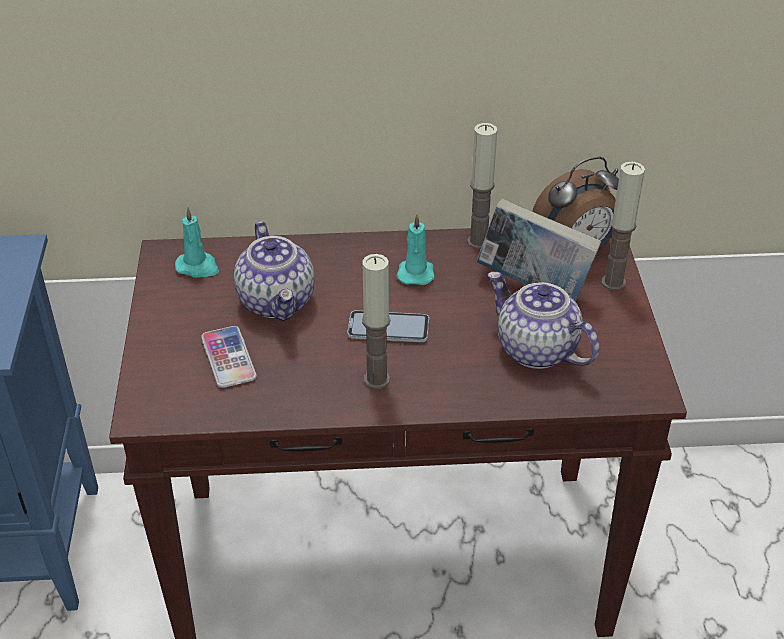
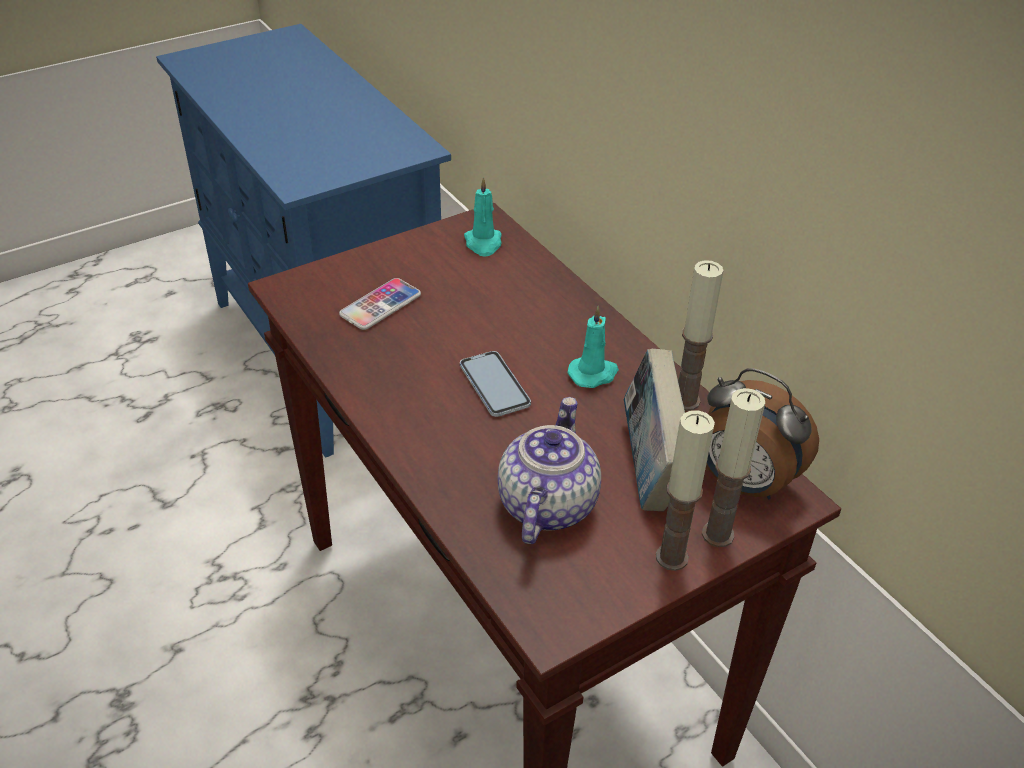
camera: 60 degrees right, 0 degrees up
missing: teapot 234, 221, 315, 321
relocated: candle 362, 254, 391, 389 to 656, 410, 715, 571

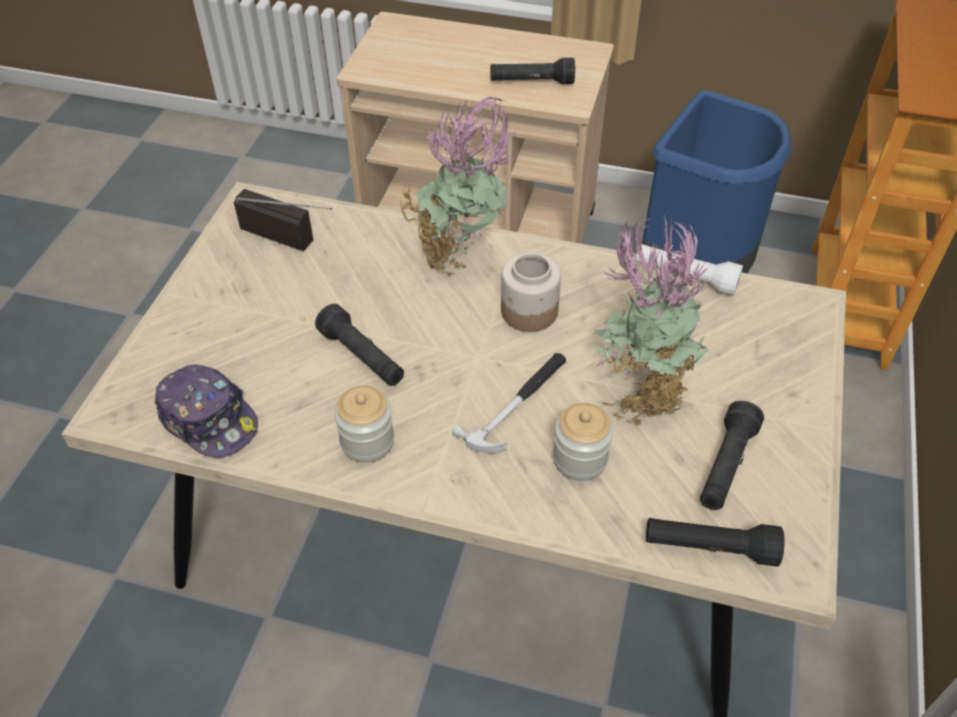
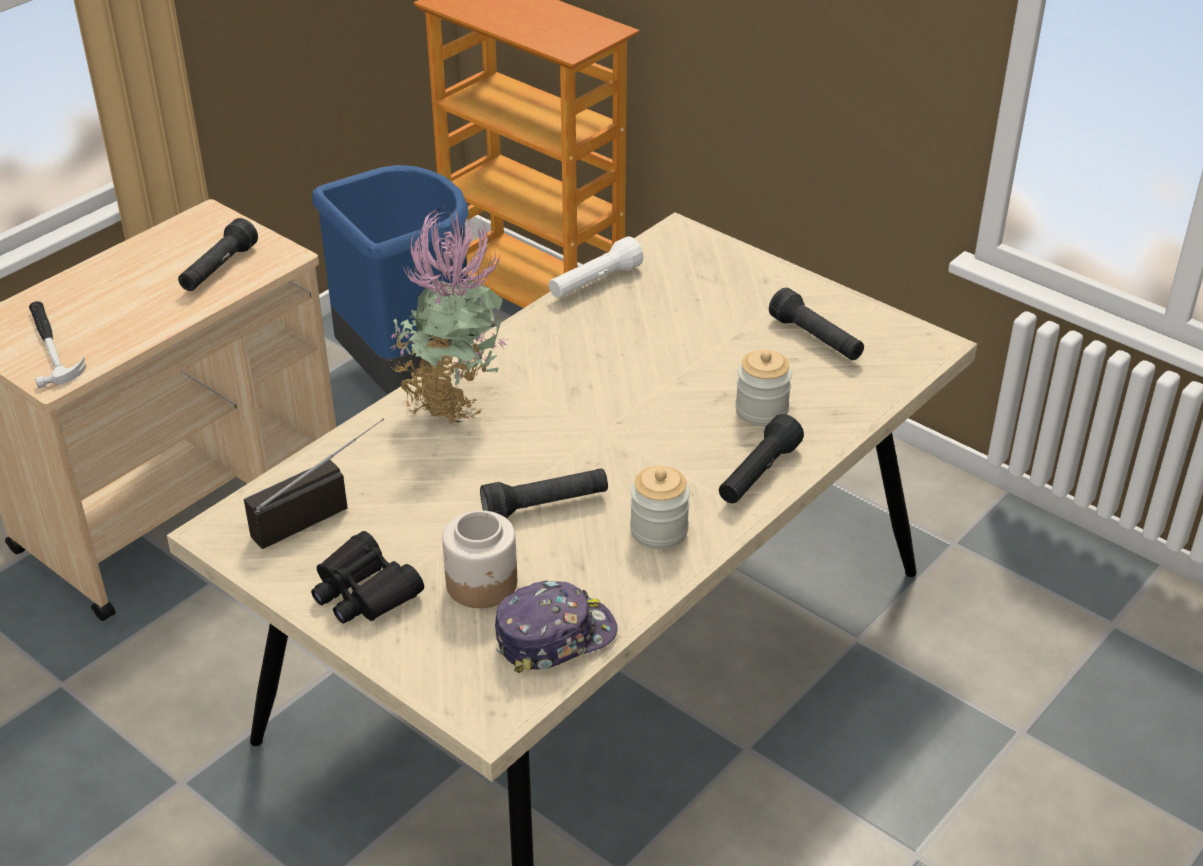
camera: 65 degrees left, 10 degrees down
missing: potted plant 594, 213, 710, 425
appeared: binoculars (black) 311, 531, 424, 624
relocated: hammer 452, 353, 566, 453 to 29, 301, 86, 388; jar 501, 253, 561, 332 to 442, 510, 517, 608; flashlight (black) 646, 518, 784, 567 to 719, 414, 804, 504

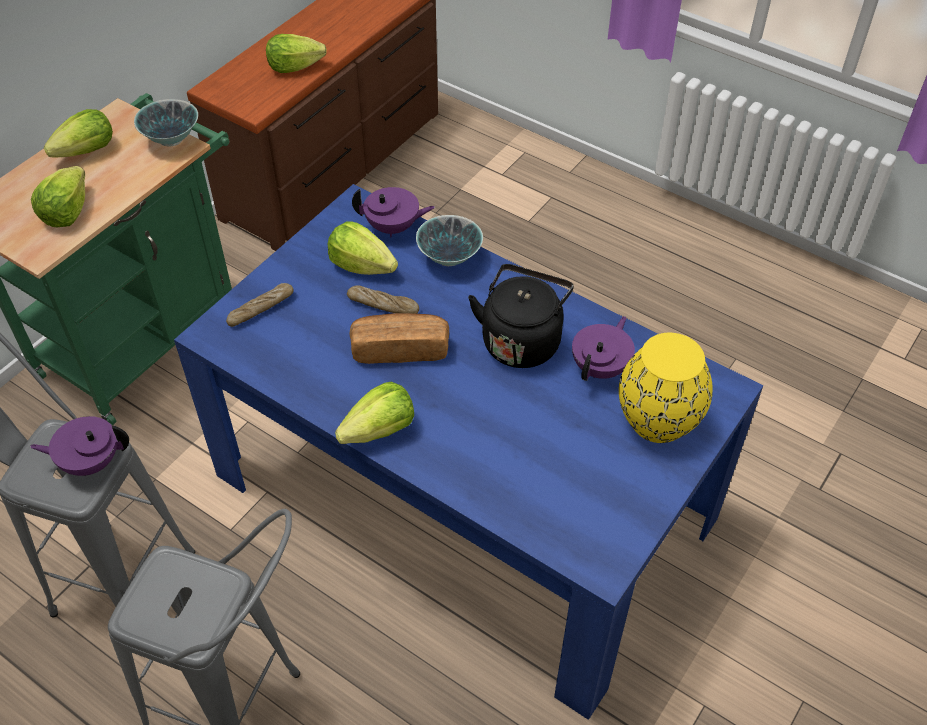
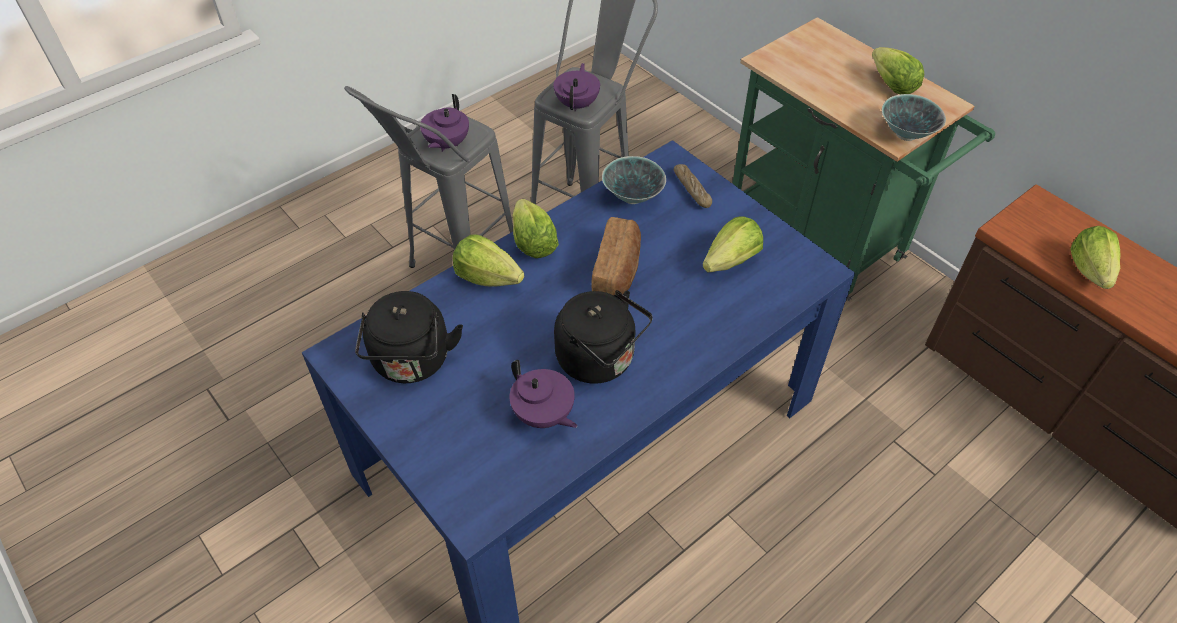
camera: 105 degrees right, 0 degrees up
missing: bread 347, 285, 419, 314; vase (yellow) 619, 333, 713, 443
appeared: kettle (black) 355, 291, 463, 383
relocated: lettuce 31, 166, 85, 227 to 453, 234, 524, 287; teapot (purple) 352, 187, 435, 238 to 420, 94, 469, 152; bowl 416, 215, 483, 266 to 602, 156, 666, 204

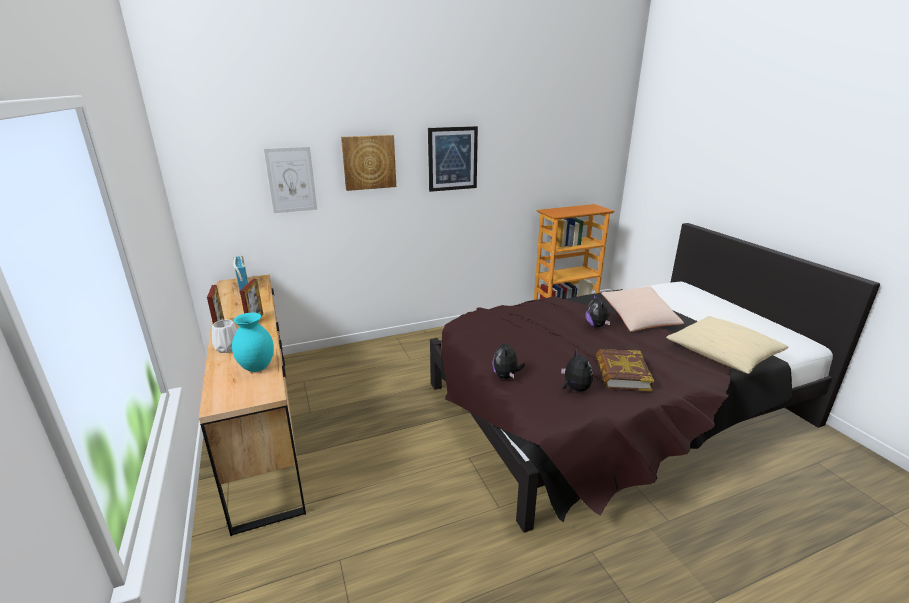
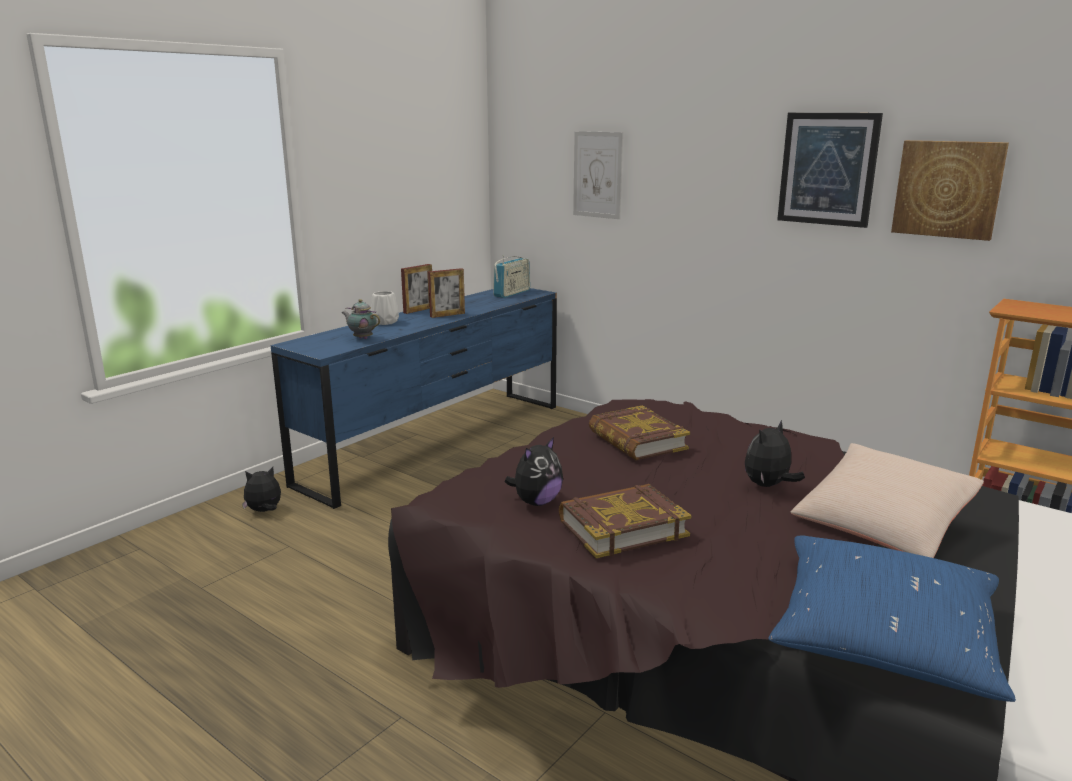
camera: 60 degrees right, 5 degrees down
appeared: book 589, 406, 690, 460
relocated: picture 341, 135, 396, 191 to 891, 140, 1009, 241; plush toy 492, 338, 525, 379 to 242, 467, 281, 512
exchanged: vase (turquoise) 232, 313, 274, 372 to teapot 341, 299, 380, 339
colour: dresser (brown) 199, 275, 306, 536 to dresser (blue) 271, 288, 557, 509; pillow (beige) 666, 316, 789, 374 to pillow (blue) 768, 536, 1016, 702

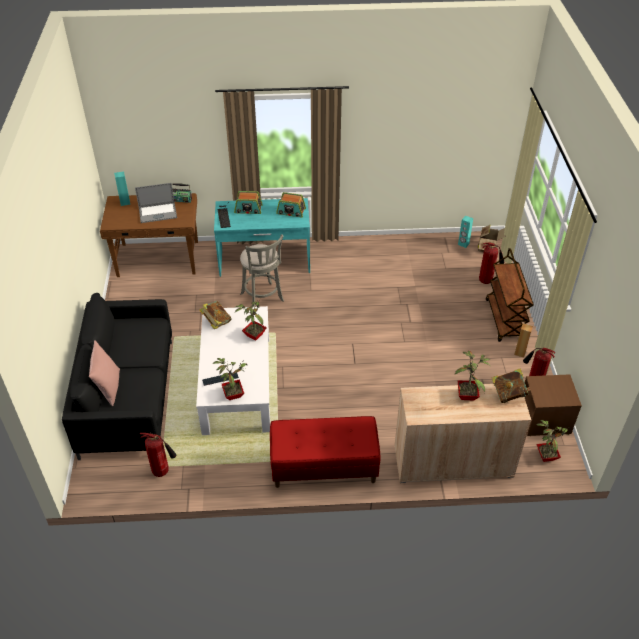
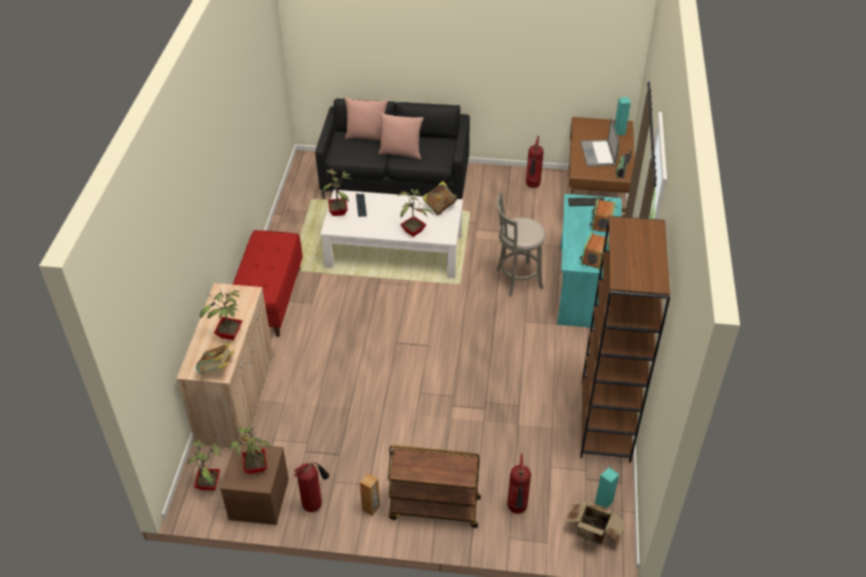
camera: 100 degrees right, 0 degrees up
appeared: potted plant 229, 423, 270, 474; pillow (pink) 378, 112, 424, 160; bookcase (brown) 580, 216, 670, 463
relocated: fire extinguisher 140, 432, 176, 477 to 526, 136, 544, 188

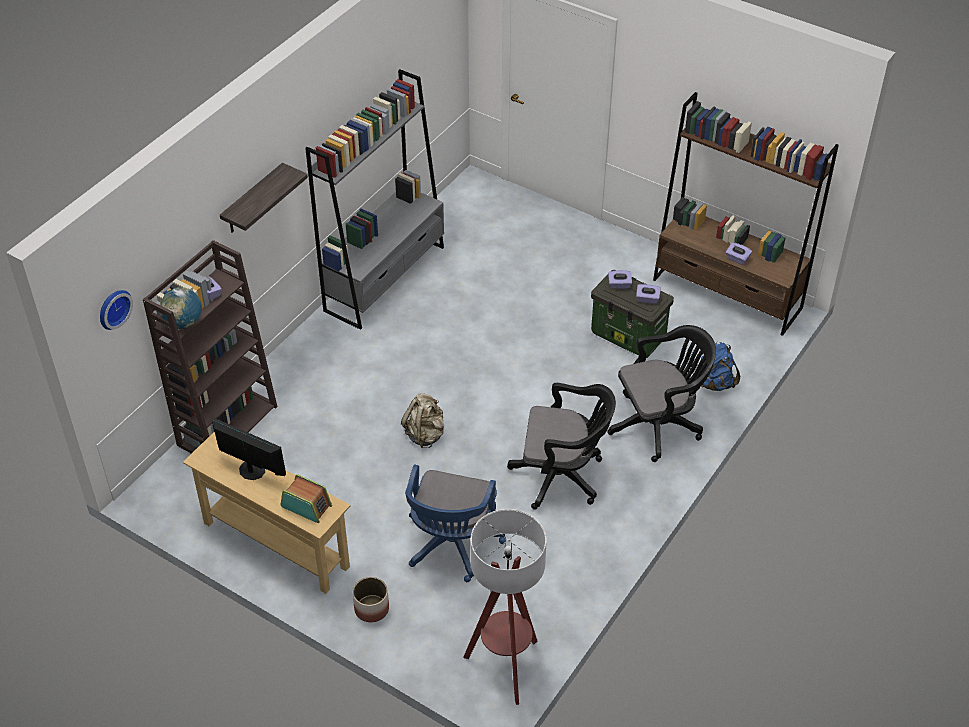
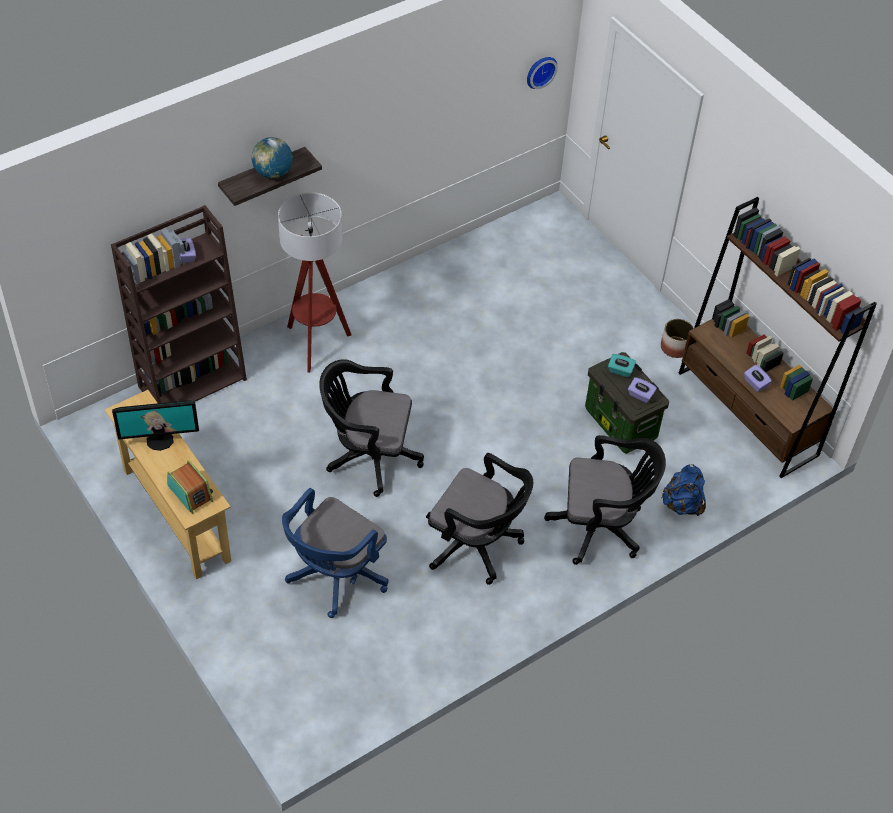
camera: 20 degrees right, 5 degrees up
missing: bookcase (grey) 305, 69, 444, 330
relocated: wall clock 100, 290, 133, 330 to 527, 57, 558, 89; globe 160, 287, 202, 329 to 251, 137, 293, 179; planter 353, 577, 389, 622 to 661, 319, 694, 358; floor lamp 463, 509, 547, 705 to 278, 192, 351, 373
exchanged: backpack (beige) 401, 393, 444, 448 to office chair (black) 319, 359, 424, 497
colour: tissue box (purple) 608, 270, 632, 289 to tissue box (turquoise) 608, 354, 636, 377
spun: monitor 212, 418, 286, 480 = 112, 400, 199, 451 120 degrees clockwise

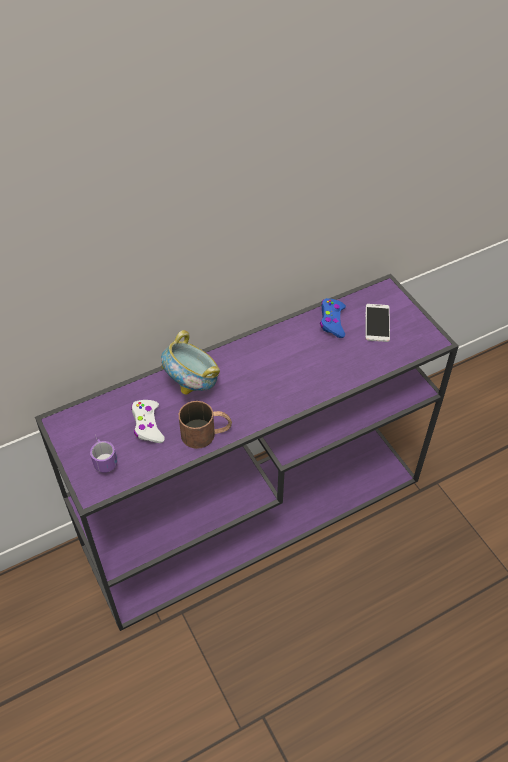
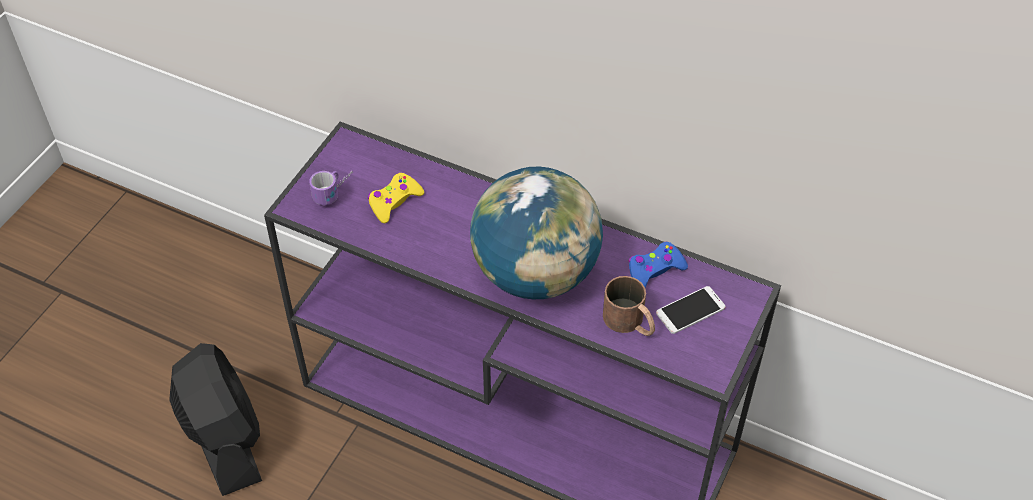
camera: 55 degrees right, 0 degrees up
missing: bowl 161, 330, 220, 395
appeared: fan (black) 169, 343, 262, 496; globe 470, 167, 603, 299
relocated: mug (brown) 179, 401, 232, 449 to 603, 276, 655, 336
colour: game controller (white) 131, 400, 165, 443 to game controller (yellow) 368, 173, 424, 223

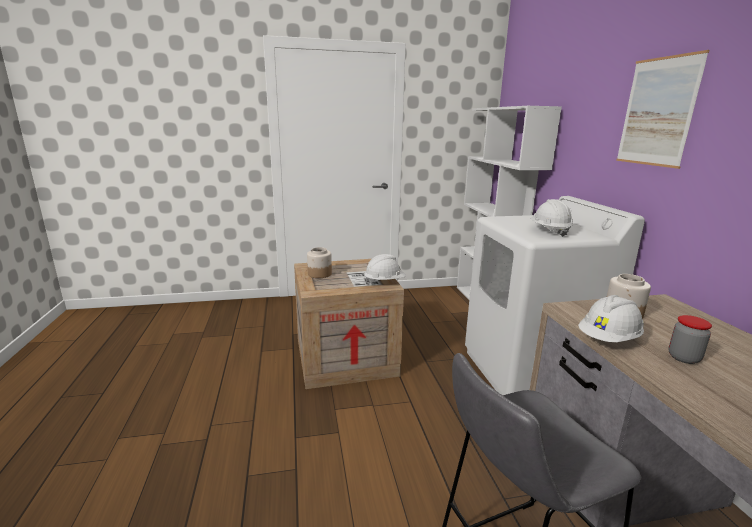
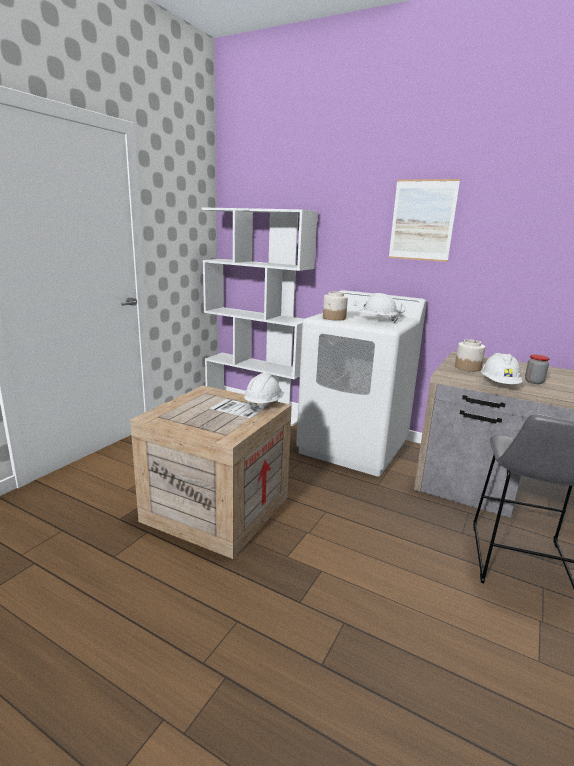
camera: 50 degrees left, 0 degrees up
relocated: jar 307, 247, 332, 278 to 323, 291, 348, 321

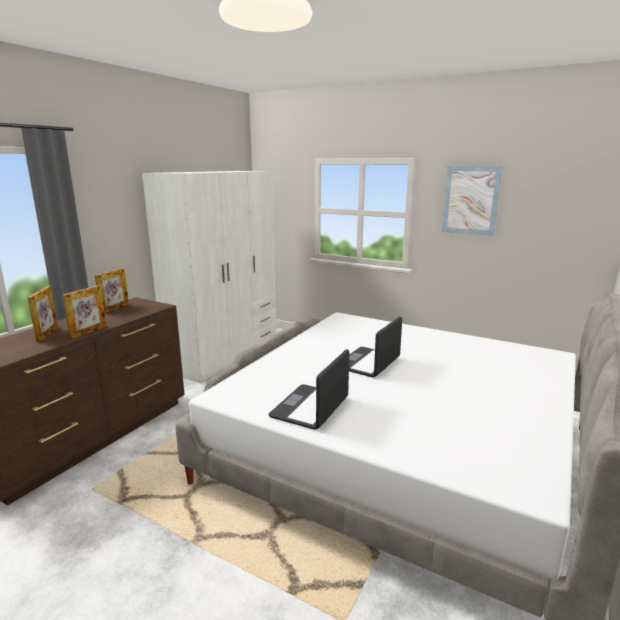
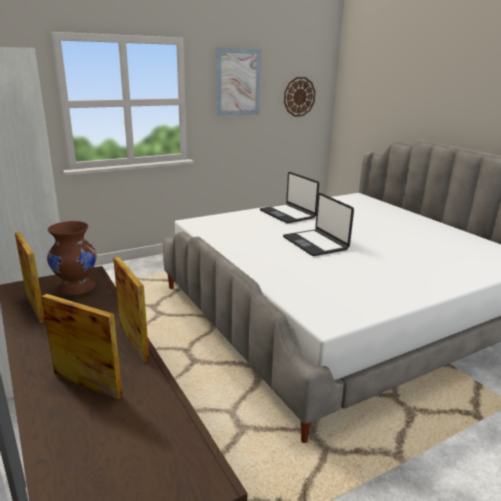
camera: 60 degrees left, 5 degrees up
appeared: vase (brown) 47, 221, 97, 295; wall clock 284, 77, 316, 117
relocated: laptop 269, 349, 349, 430 to 260, 172, 319, 224

